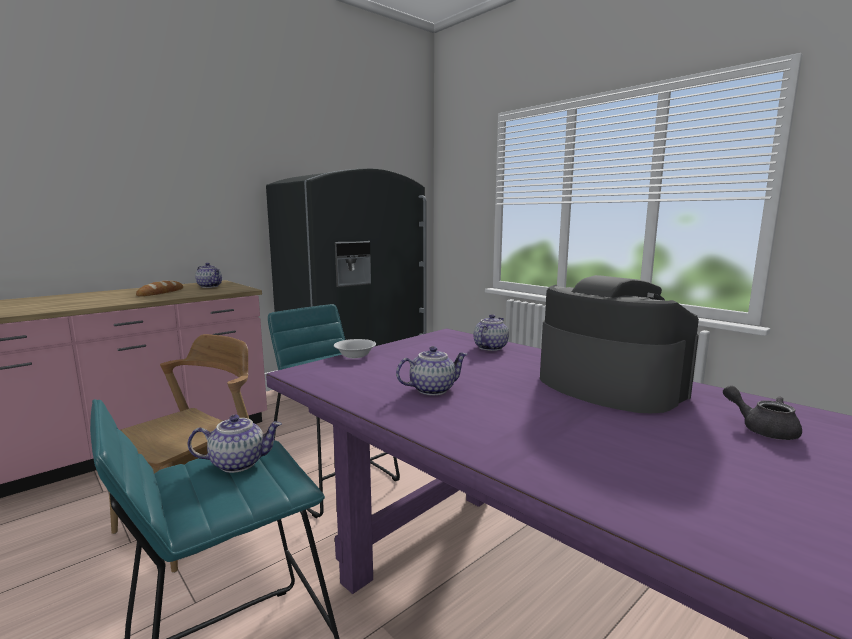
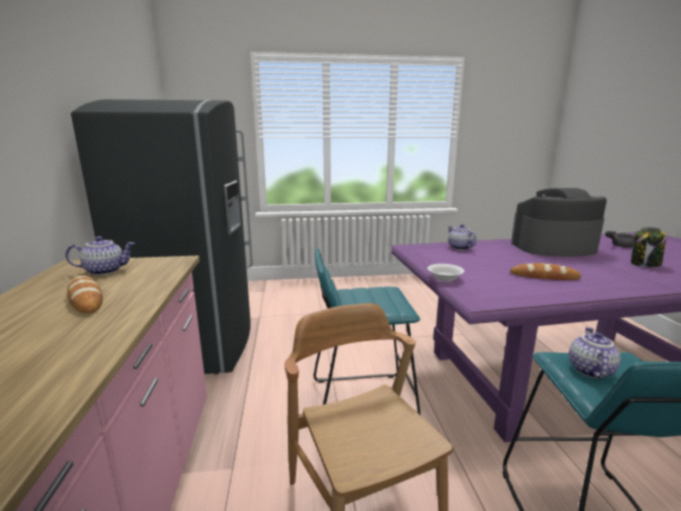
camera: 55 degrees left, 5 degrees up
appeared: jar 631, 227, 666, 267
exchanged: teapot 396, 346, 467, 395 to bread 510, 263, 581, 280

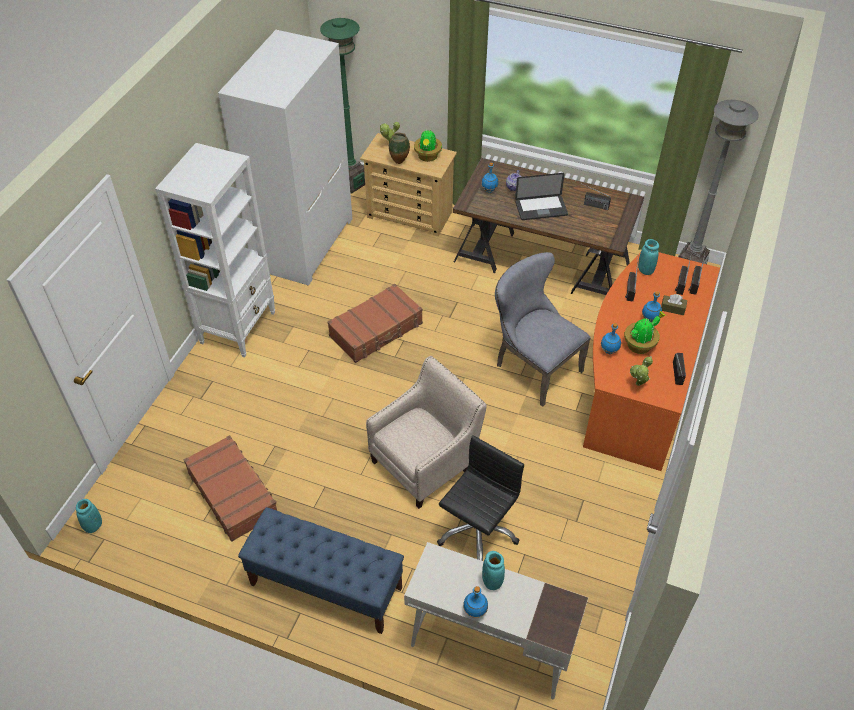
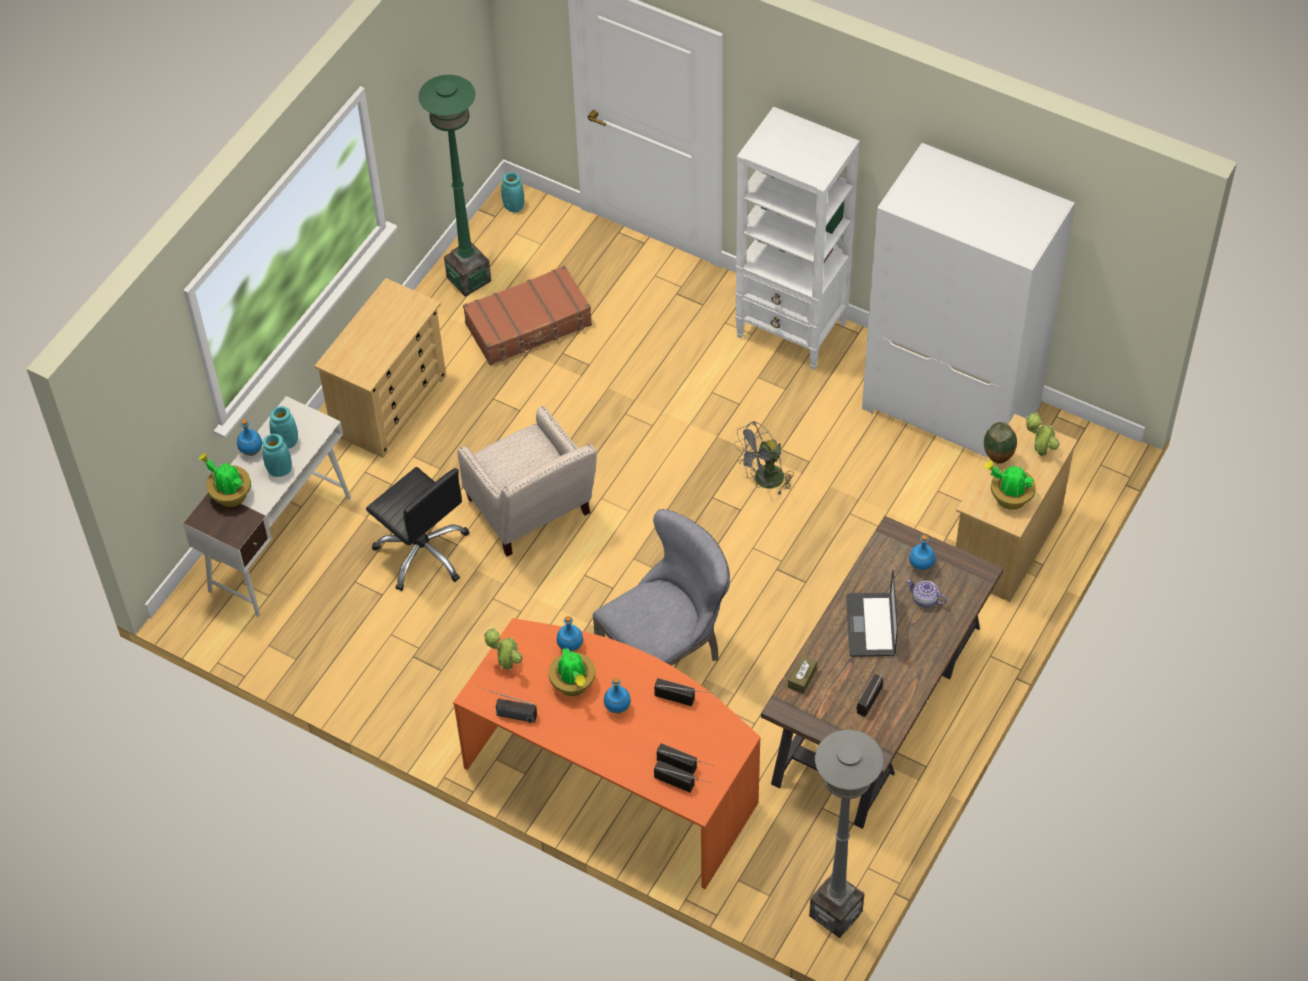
camera: 100 degrees right, 5 degrees up
appeared: potted plant 199, 453, 251, 507
relocated: floor lamp (green) 320, 18, 365, 194 to 419, 75, 491, 297; vase (turquoise) 638, 239, 659, 275 to 269, 406, 298, 449; tissue box (brown) 661, 294, 687, 315 to 788, 655, 817, 694
exchanged: bench (blue) 238, 507, 404, 634 to dresser (beige) 314, 278, 446, 458; suitcase (brown) 327, 284, 423, 363 to fan (grey) 734, 421, 794, 496

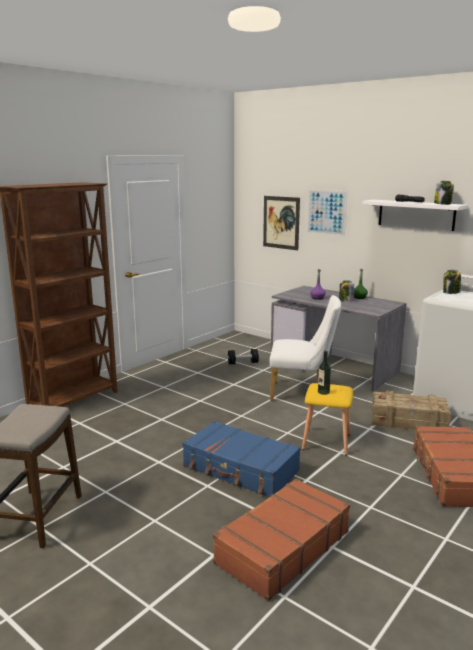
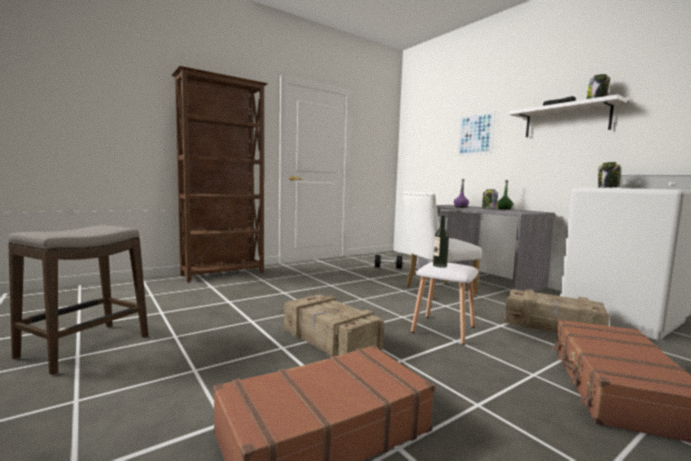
camera: 15 degrees right, 10 degrees down
missing: picture 263, 196, 300, 250
exchanged: suitcase (blue) 182, 421, 301, 497 to crate 284, 294, 384, 357
colour: stool (yellow) 302, 383, 353, 456 to stool (white) 411, 262, 478, 345
spun: chair (white) 269, 295, 341, 401 = 402, 191, 482, 299 135 degrees clockwise

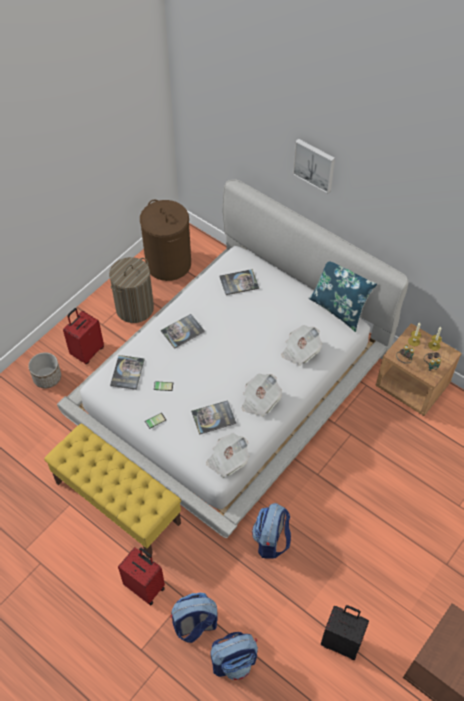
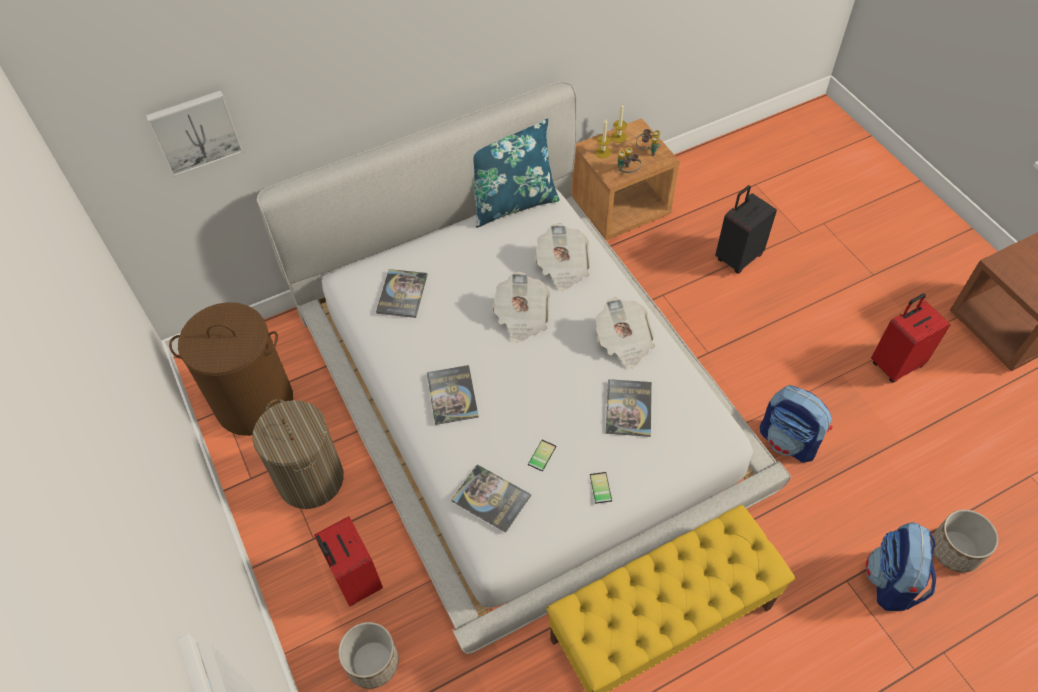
camera: 65 degrees left, 0 degrees up
relocated: suitcase (red) 118, 547, 165, 605 to 871, 294, 951, 383; newspaper 206, 433, 249, 478 to 492, 272, 550, 343; picture 292, 139, 335, 194 to 146, 90, 244, 177; suitcase (black) 321, 605, 369, 660 to 715, 185, 777, 274
exchanged: backpack 210, 632, 258, 680 to planter 931, 510, 998, 573

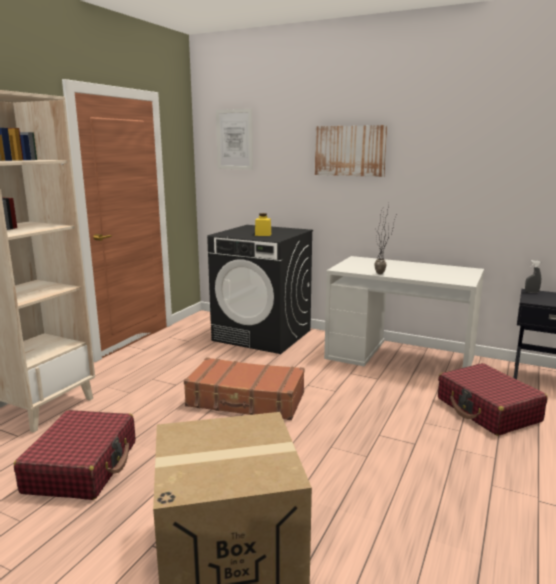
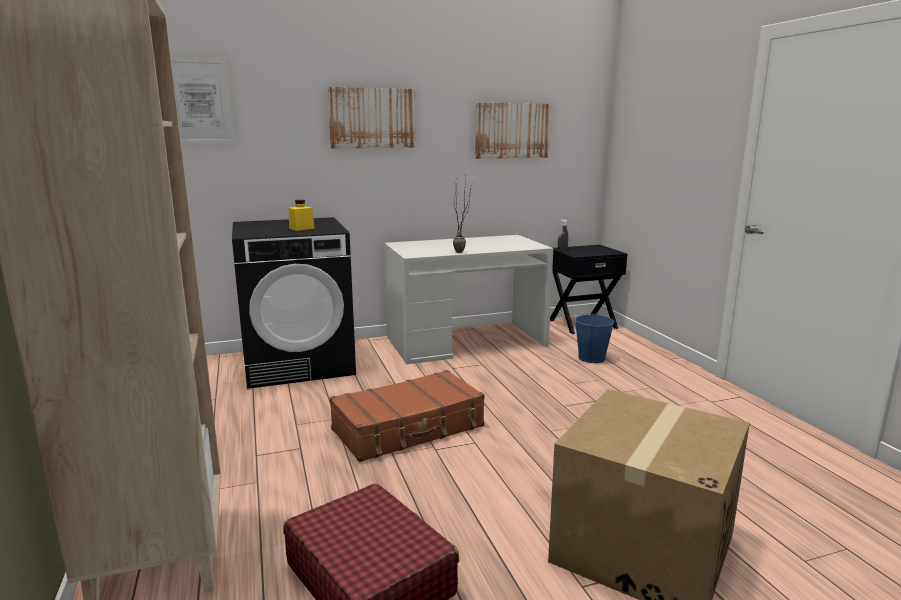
camera: 45 degrees left, 0 degrees up
appeared: picture 475, 103, 551, 159
exchanged: suitcase (red) 438, 363, 548, 436 to bucket (blue) 575, 313, 614, 363

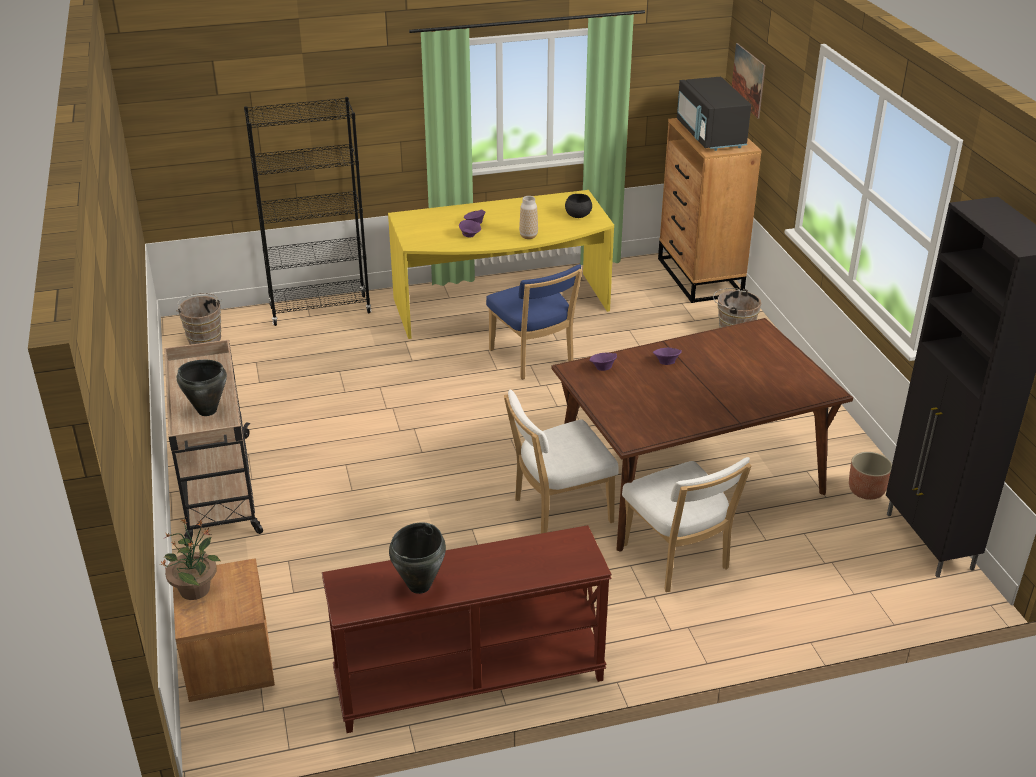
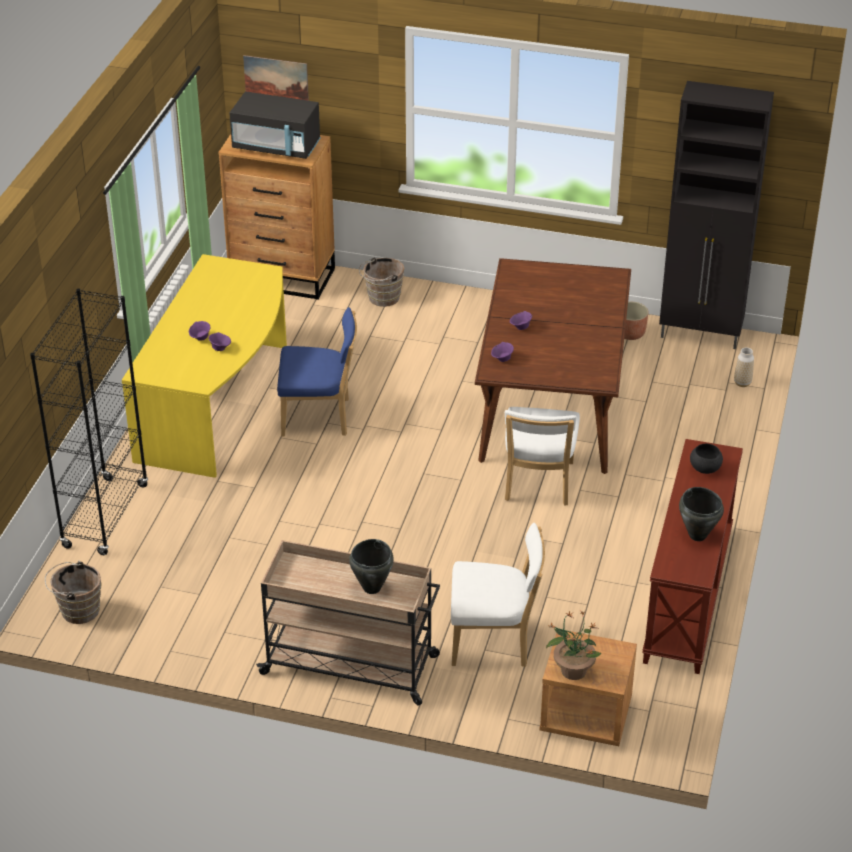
camera: 60 degrees left, 5 degrees up
relocated: vase 519, 196, 538, 239 to 734, 347, 754, 387; bowl (black) 565, 194, 592, 218 to 690, 444, 723, 474; chair (white) 622, 457, 752, 592 to 451, 523, 545, 667

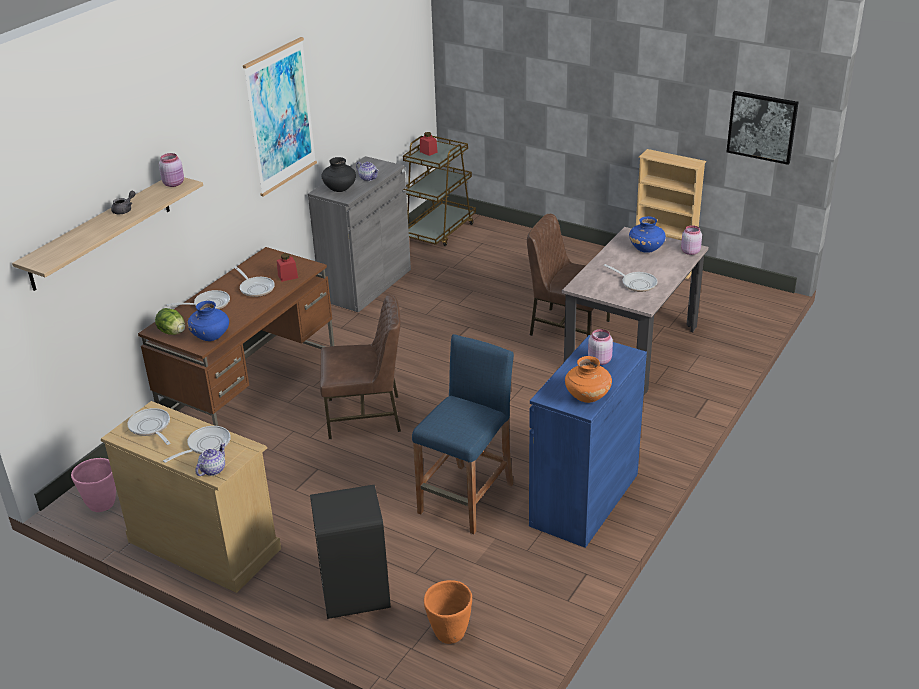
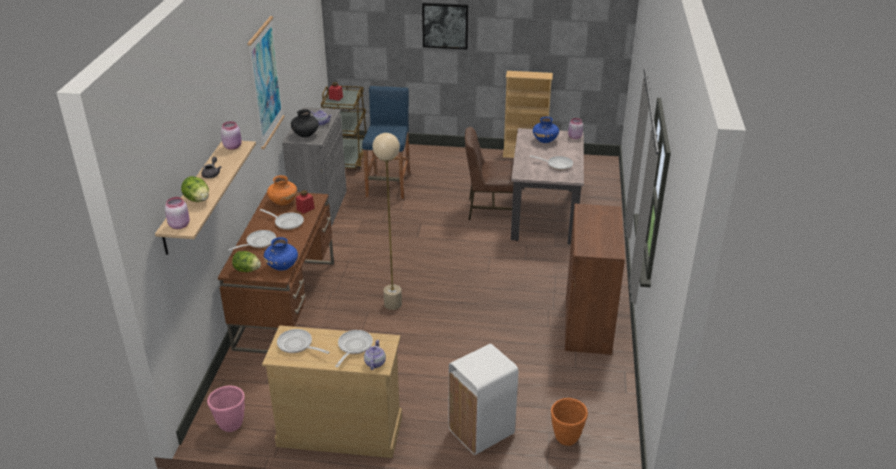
camera: 25 degrees left, 0 degrees up
appeared: lettuce 181, 176, 209, 202
relocated: stool (blue) 412, 334, 514, 535 to 362, 86, 410, 199; vase (orange) 565, 356, 612, 403 to 267, 175, 297, 205; jar (pink) 588, 329, 613, 365 to 165, 197, 190, 229; picture 726, 91, 799, 165 to 422, 3, 468, 49
exchanged: chair (brown) 320, 294, 401, 439 to floor lamp (beige) 372, 133, 402, 310
colour: trash can (black) 310, 485, 391, 619 to trash can (white) 449, 344, 518, 455; cabinet (blue) 529, 335, 647, 548 to cabinet (brown) 565, 204, 625, 355

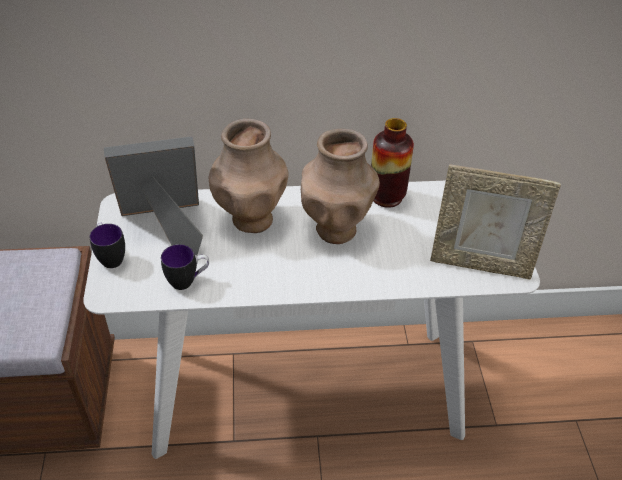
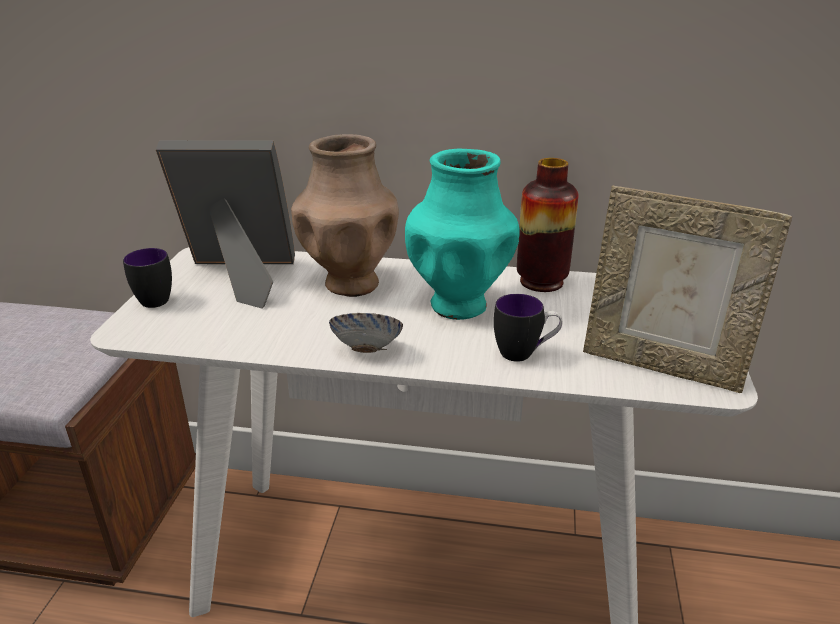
camera: 15 degrees right, 15 degrees down
appeared: bowl 329, 313, 403, 353
relocated: mug 161, 244, 209, 290 to 494, 294, 562, 362
colour: vase (brown) 301, 129, 380, 244 to vase (turquoise) 405, 148, 520, 320

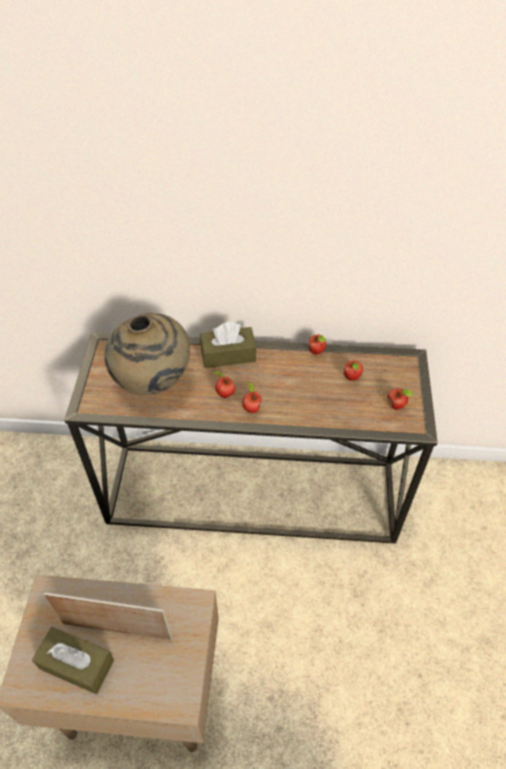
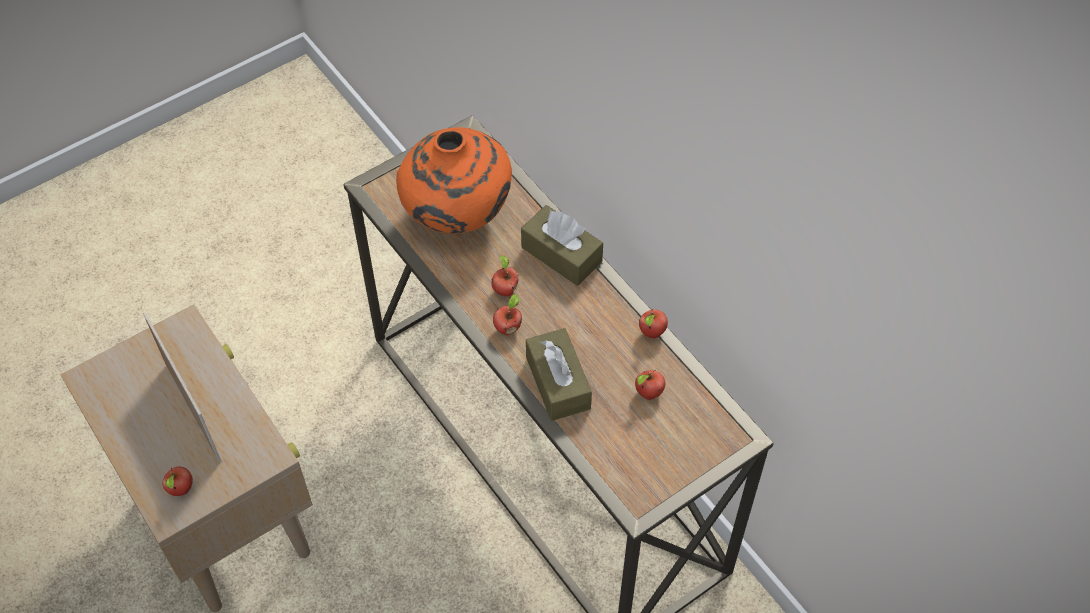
camera: 50 degrees right, 5 degrees up
relocated: tissue box (brown) 32, 627, 114, 694 to 526, 328, 592, 421; apple 388, 388, 413, 410 to 162, 467, 193, 496
colour: vase (beige) 104, 313, 190, 395 to vase (orange) 396, 127, 512, 234

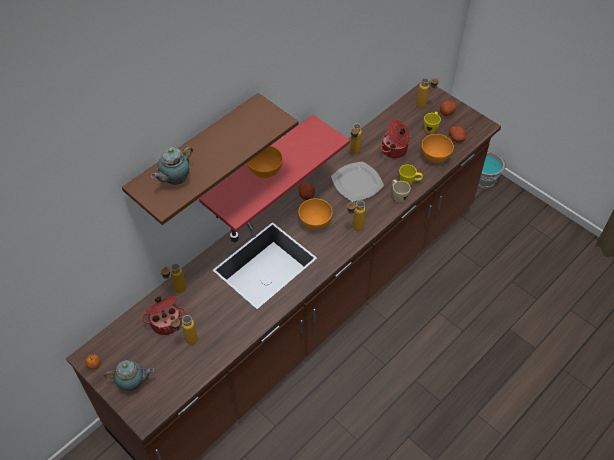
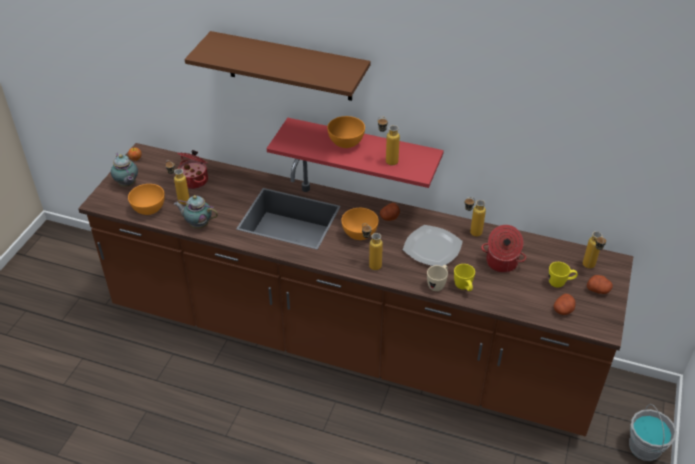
camera: 65 degrees right, 10 degrees down
relocated: teapot 151, 144, 193, 185 to 174, 195, 218, 229; bottle 160, 263, 186, 293 to 378, 116, 400, 166; bowl (orange) 422, 134, 454, 163 to 128, 184, 165, 215

